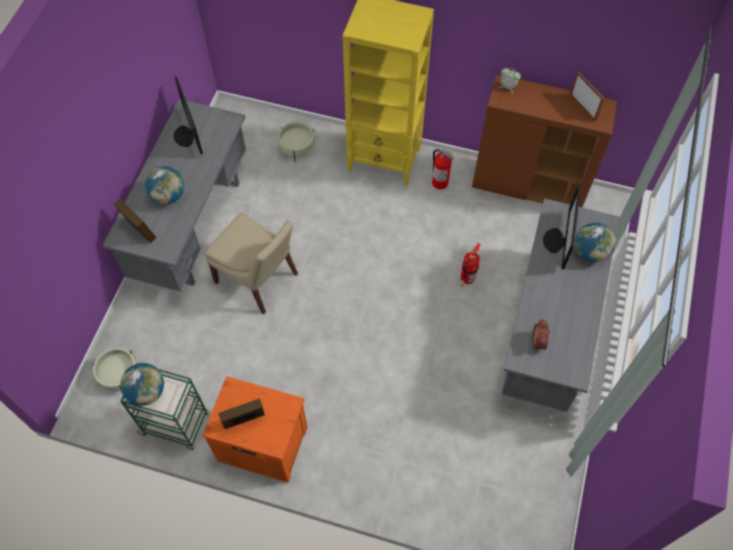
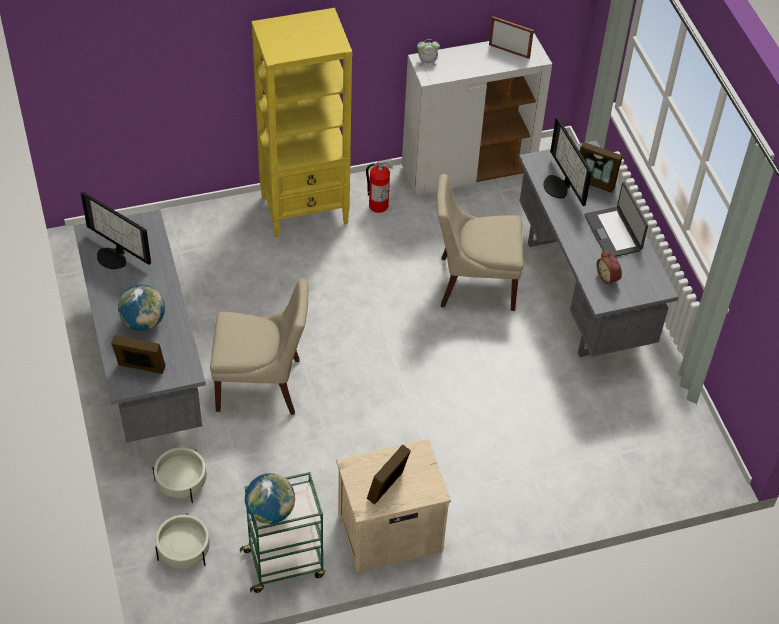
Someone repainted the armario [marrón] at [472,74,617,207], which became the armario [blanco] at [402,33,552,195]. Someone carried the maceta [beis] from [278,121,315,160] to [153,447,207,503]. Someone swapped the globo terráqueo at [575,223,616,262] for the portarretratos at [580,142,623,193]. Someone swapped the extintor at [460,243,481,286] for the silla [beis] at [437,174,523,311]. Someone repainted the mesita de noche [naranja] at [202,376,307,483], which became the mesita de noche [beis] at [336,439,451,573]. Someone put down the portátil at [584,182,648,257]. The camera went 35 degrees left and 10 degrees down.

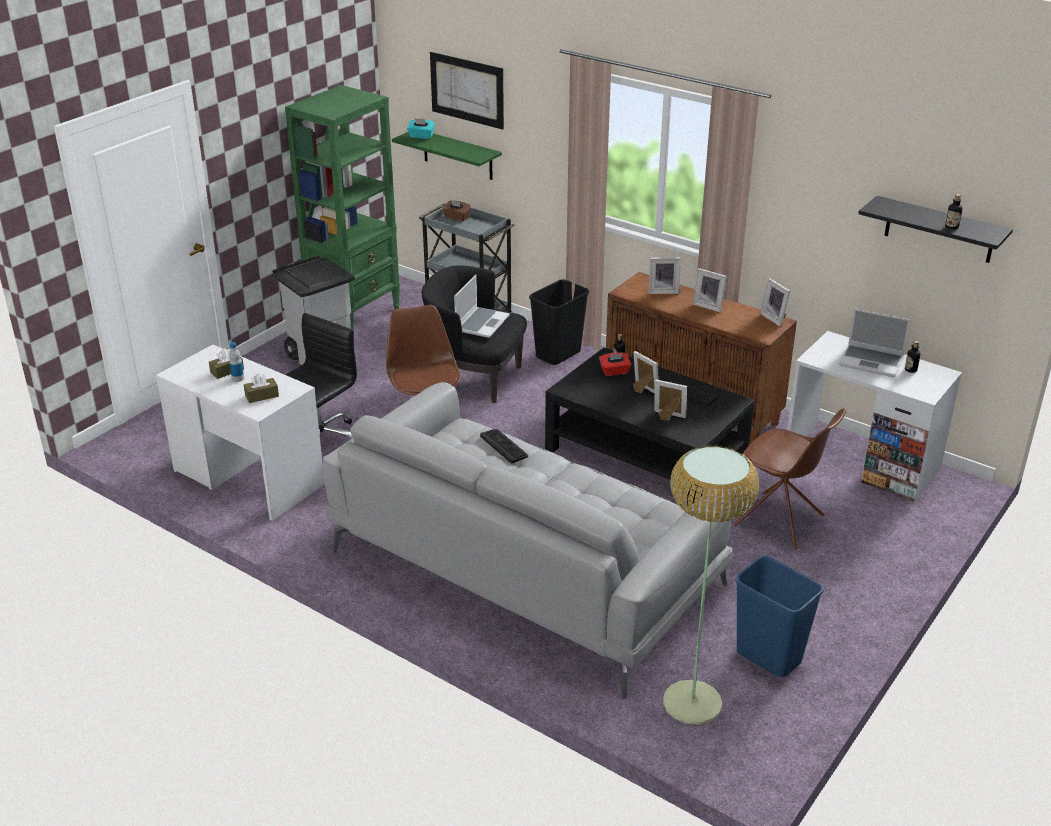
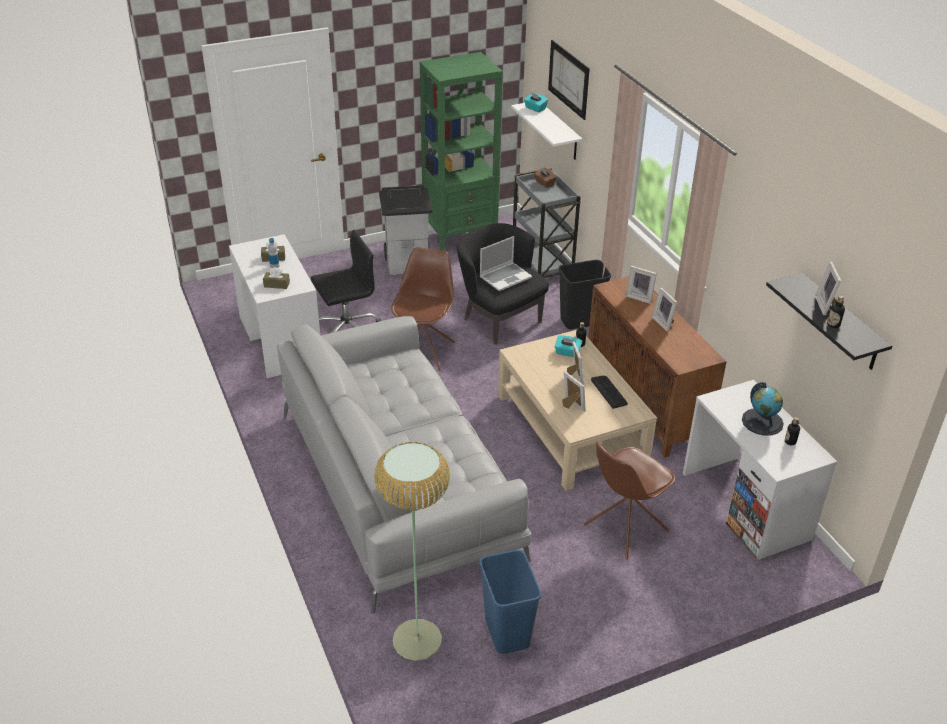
Someone repainted the estante [verde] at [392,132,502,180], which became the estante [blanco] at [511,103,582,160]. Someone carried the portarretratos from [760,278,790,327] to [815,262,841,316]. Someone swapped the portátil at [839,308,910,377] for the globo terráqueo at [742,382,784,435]. Someone repainted the mesa de centro [negro] at [545,348,755,506], which became the mesa de centro [beis] at [498,330,657,491]. Someone repainted the caja de pañuelos [rojo] at [599,352,631,376], which became the caja de pañuelos [turquesa] at [555,335,582,357]. Someone rotated the silla [marrón] at [734,408,846,550] by 75 degrees clockwise. Someone took away the teclado at [480,429,528,463]. The camera went 30 degrees right and 5 degrees up.

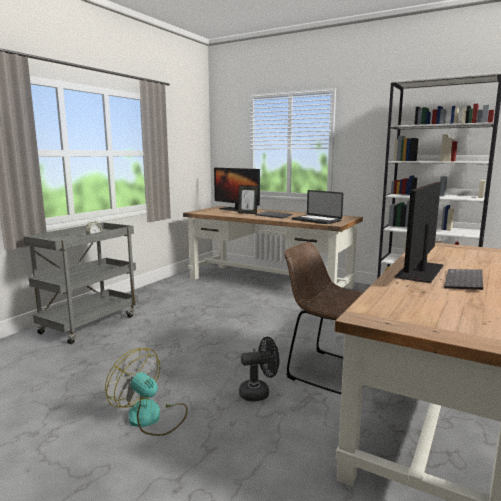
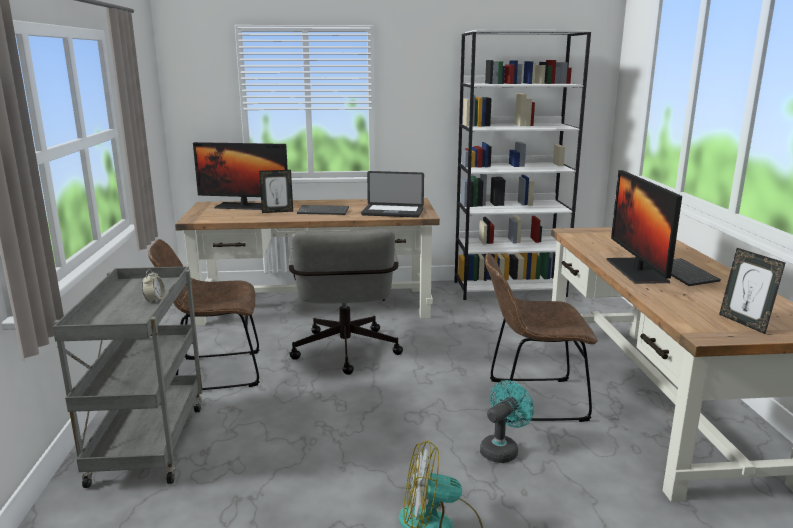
Someone repainted the ventilador [negro] at [239,337,279,402], which became the ventilador [turquesa] at [480,380,534,463]. Someone put down the silla de oficina [gris] at [289,229,403,375]. Someone put down the silla [marrón] at [149,239,260,390]. Someone put down the portarretratos at [719,248,786,334]. The camera went 35 degrees left and 5 degrees up.

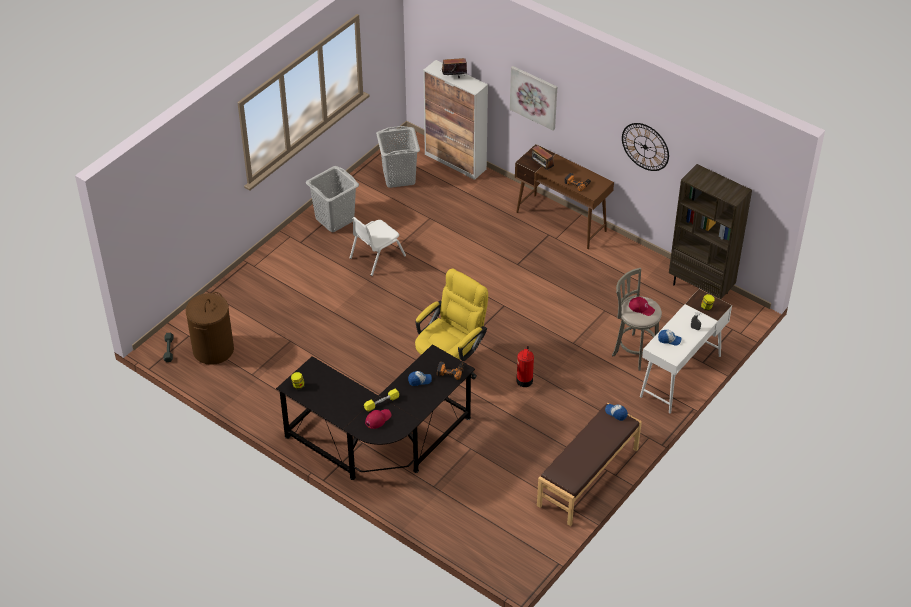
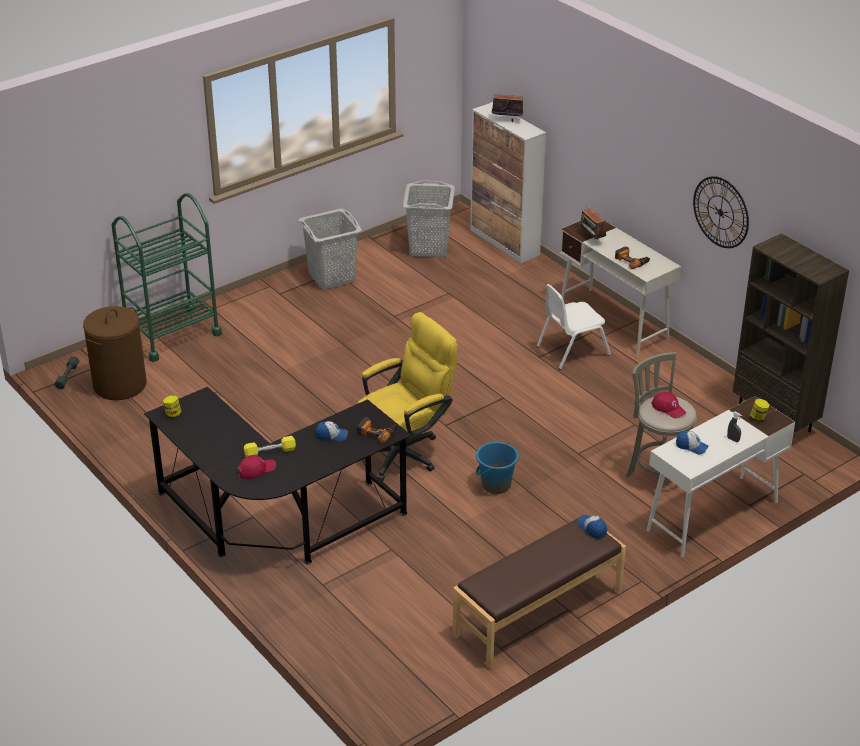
Someone took away the cuadro at [510,66,557,131]. Someone repainted the escritorio [marrón] at [515,144,614,249], which became the escritorio [blanco] at [559,221,681,355]. Someone carried the silla [blanco] from [350,217,406,276] to [537,284,611,370]. Someone swapped the extintor at [516,346,534,387] for the cubo [azul] at [475,442,519,494]. Someone put down the carrito [verde] at [111,193,222,362]. The camera went 15 degrees right and 10 degrees down.

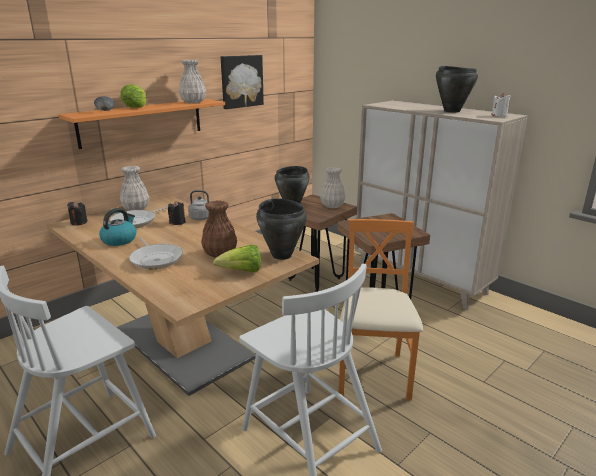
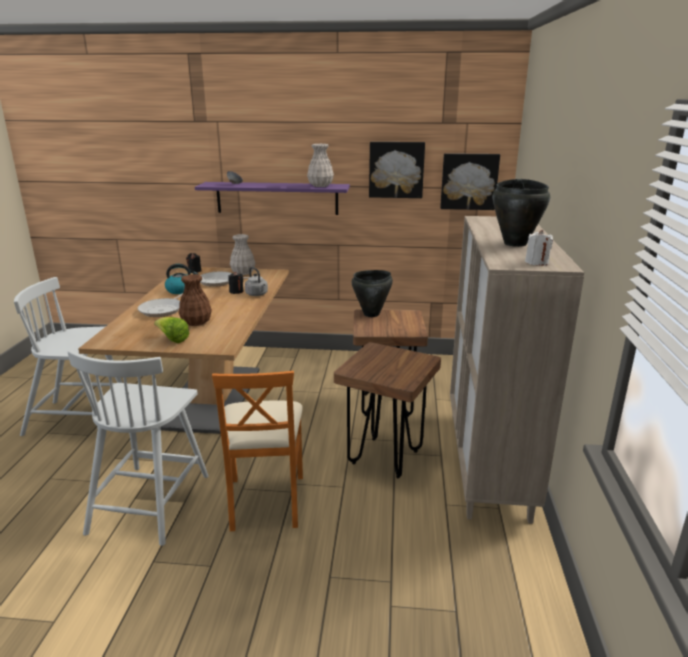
Someone took away the lechuga at [120,84,146,108]. Someone repainted the estante [naranja] at [58,99,225,149], which became the estante [morado] at [195,182,350,215]. Someone took away the florero [blanco] at [320,167,346,208]. Someone took away the olla [negro] at [256,198,307,260]. Someone rotated the silla [naranja] at [339,219,423,401] by 120 degrees clockwise. Someone put up the cuadro at [440,153,500,210]. The camera went 50 degrees right and 0 degrees up.

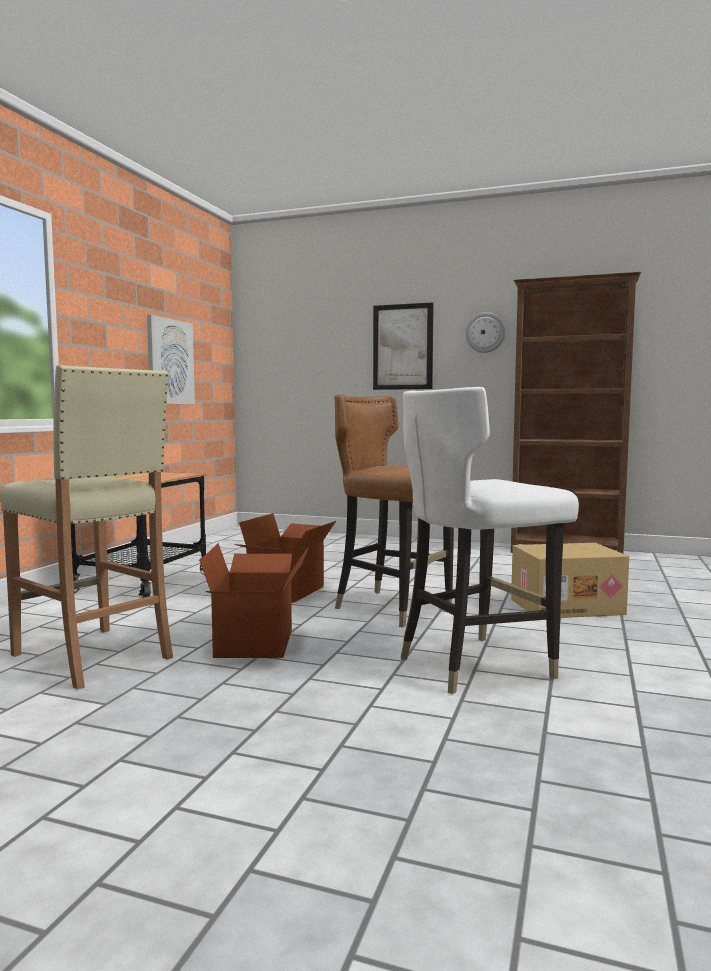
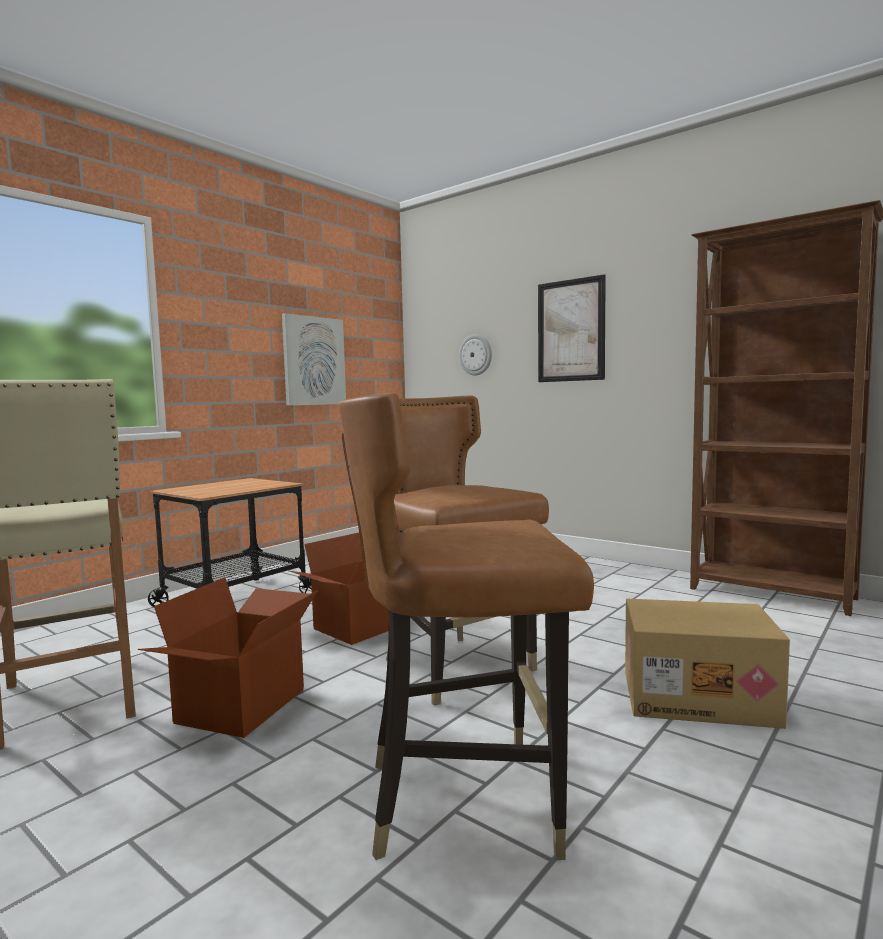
Someone carried the reloj de pared from [465,312,506,353] to [459,334,492,376]. Someone repainted the silla [blanco] at [400,387,579,694], which became the silla [marrón] at [338,393,594,860]. The camera went 20 degrees right and 0 degrees up.

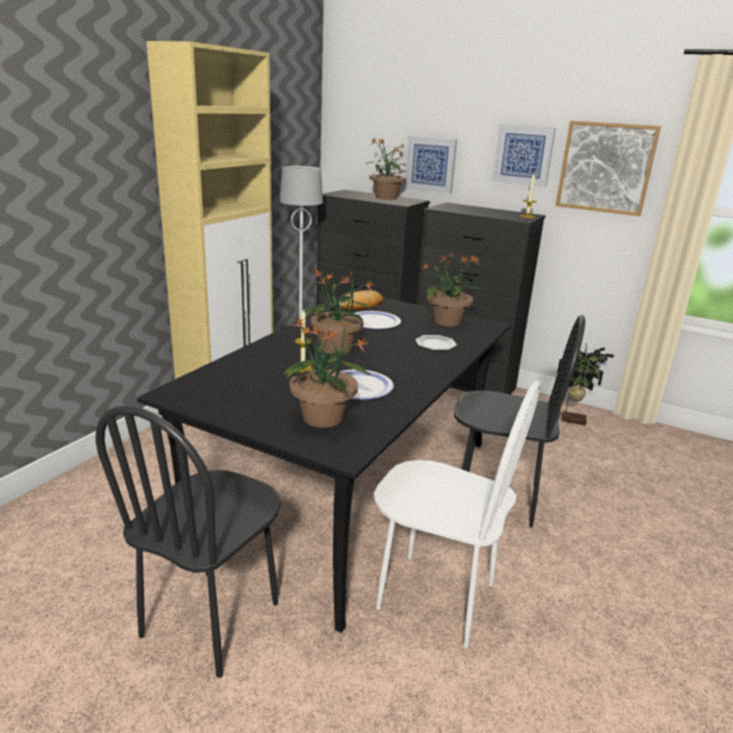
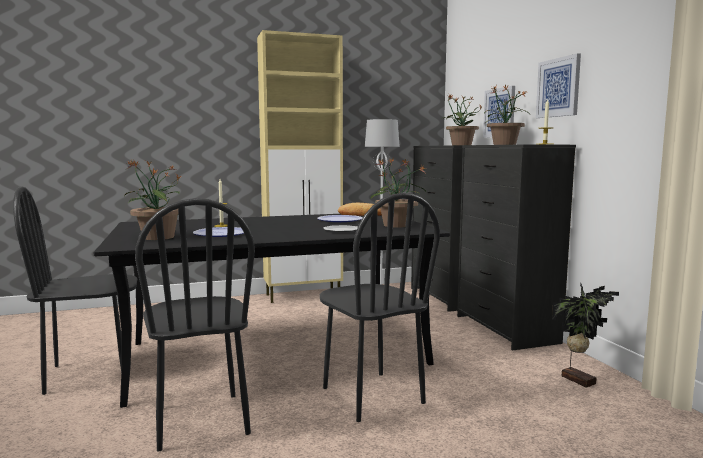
Someone took away the cuadro at [556,121,661,216]. Someone carried the planta en maceta from [306,269,374,354] to [484,84,530,145]. Someone repainted the silla [blanco] at [374,381,541,648], which became the silla [negro] at [135,198,255,451]. The camera went 45 degrees right and 15 degrees down.

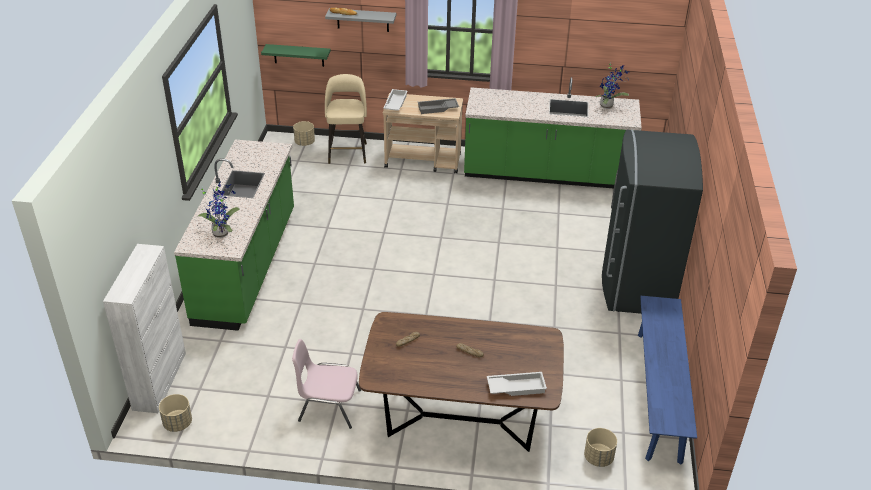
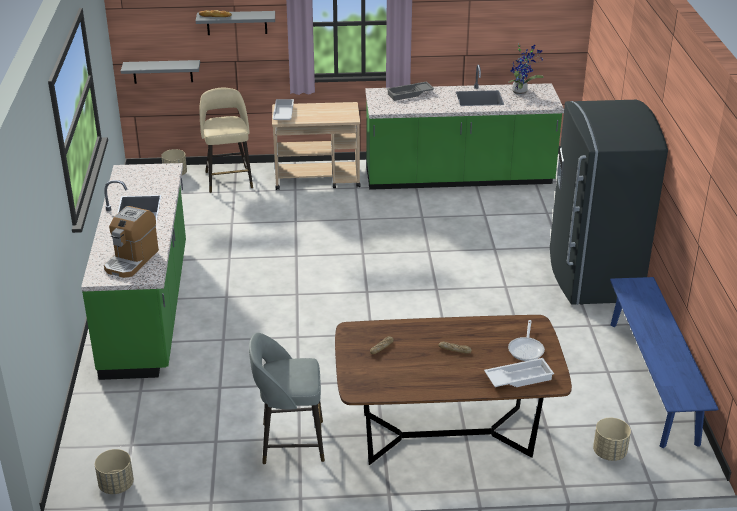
Someone repainted the estante [verde] at [261,44,331,67], which became the estante [gris] at [121,60,200,84]. Someone carried the bandeja [gris] from [418,98,459,114] to [387,81,434,101]. Someone swapped the planta en maceta at [198,181,240,238] for the cafetera at [104,206,159,278]. Someone took away the armario [blanco] at [103,244,186,413]. Someone swapped the silla [rosa] at [292,339,361,429] for the taburete [gris] at [249,333,325,464]. Someone put down the sartén at [508,320,545,361]. The camera went 10 degrees left and 5 degrees down.

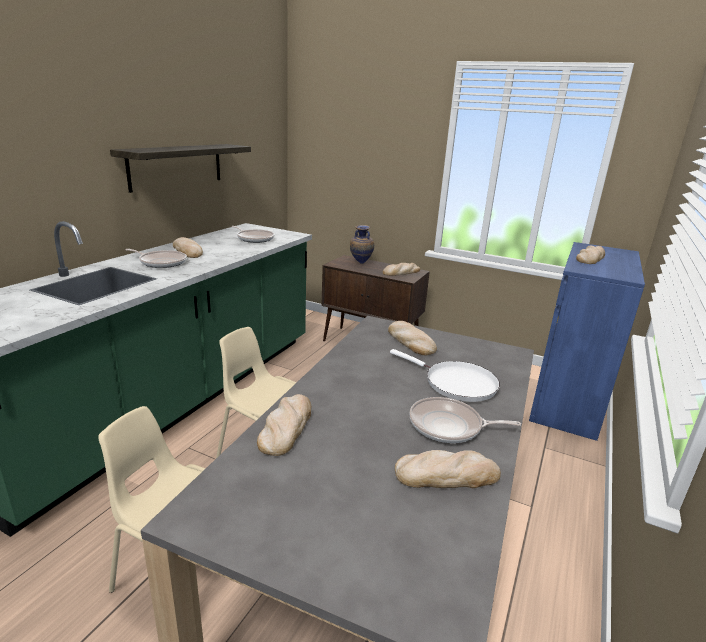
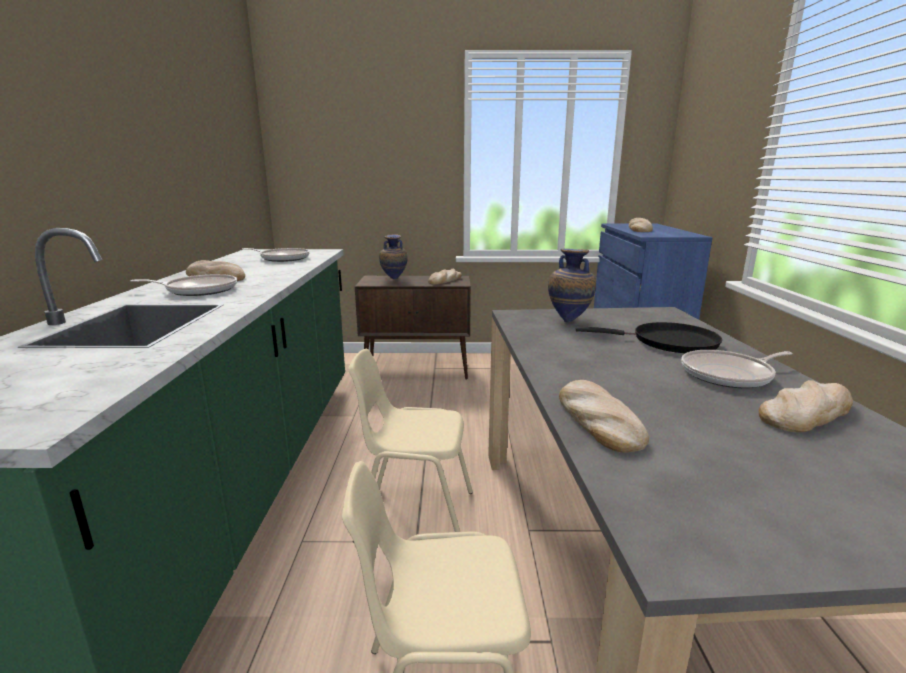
Someone took away the estante at [110,144,251,193]. Someone swapped the pan at [388,321,437,356] for the florero at [548,249,596,323]. Someone repainted the sartén [blanco] at [390,349,500,402], which became the sartén [negro] at [576,322,722,353]. The camera went 25 degrees left and 5 degrees down.

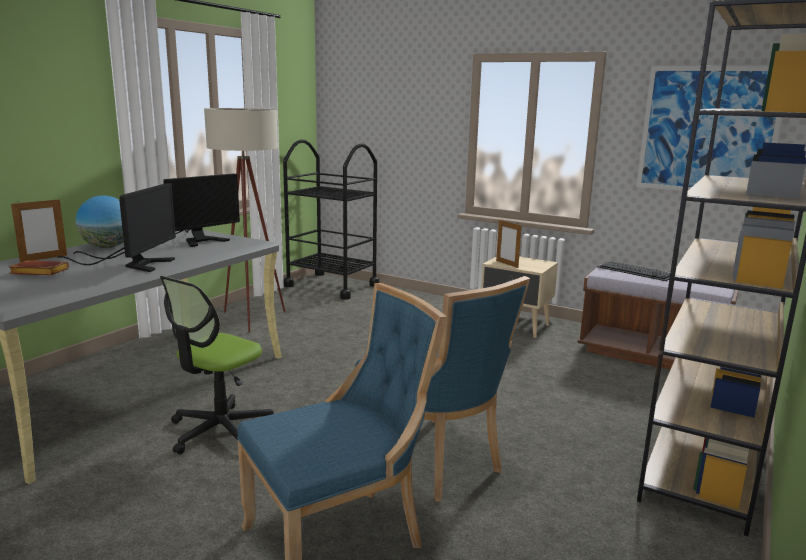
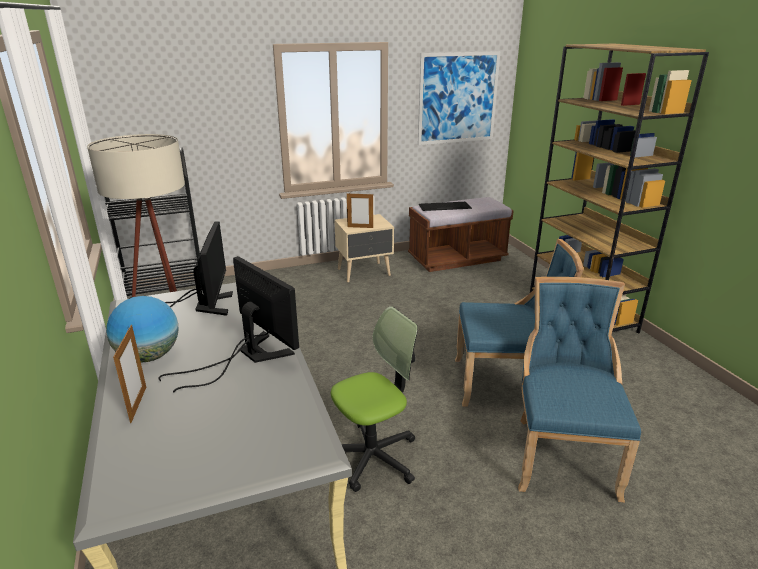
Someone took away the libro [marrón] at [9,260,69,275]. Someone rotated the silla de oficina at [160,276,274,454] by 105 degrees counterclockwise. The camera went 50 degrees left and 10 degrees up.

